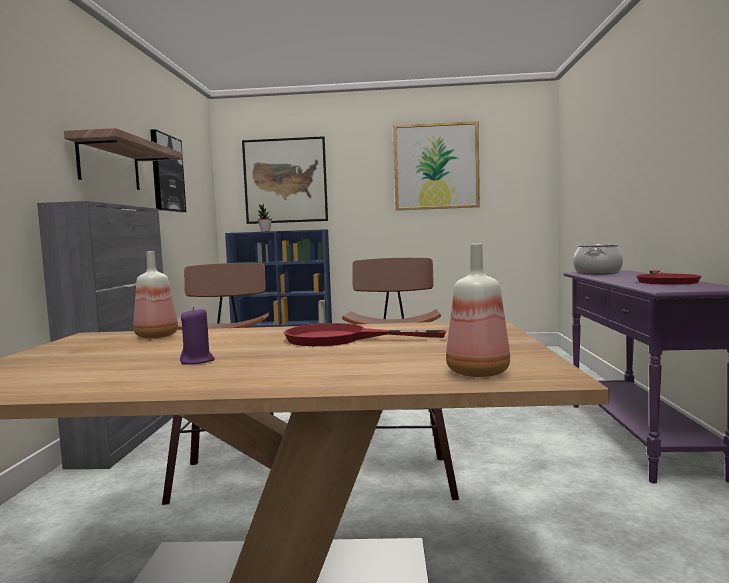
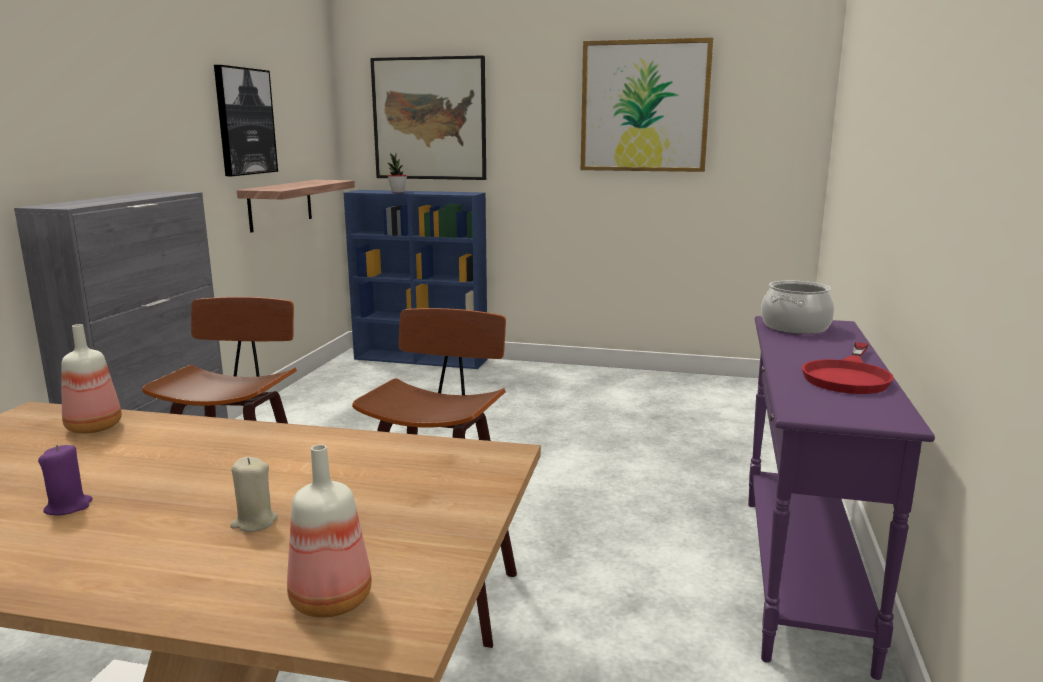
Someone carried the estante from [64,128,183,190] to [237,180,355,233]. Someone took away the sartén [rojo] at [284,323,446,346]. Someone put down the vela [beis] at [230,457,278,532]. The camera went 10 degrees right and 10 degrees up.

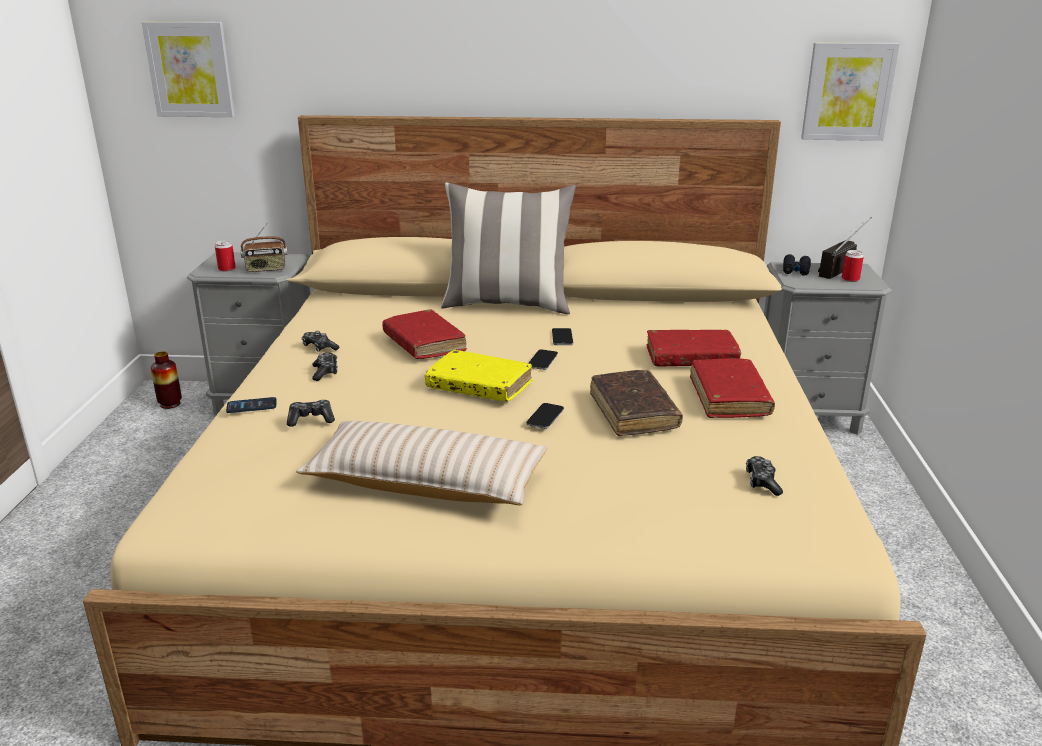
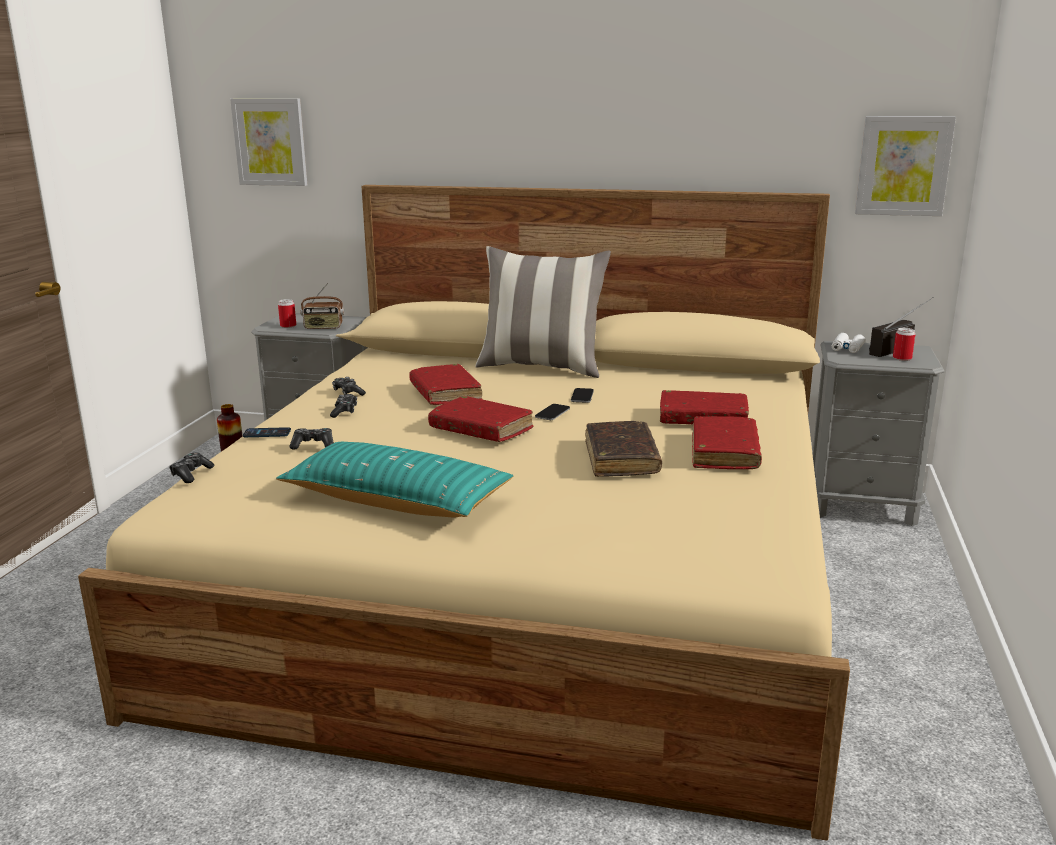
Someone repainted the prismáticos [negro] at [783,254,811,276], which became the prismáticos [blanco] at [832,333,865,353]. Someone repainted the libro [amarillo] at [425,350,533,402], which became the libro [rojo] at [428,396,533,442]. Someone took away the móvil at [526,403,564,429]. Someone repainted the cojín [beis] at [296,421,547,505], which became the cojín [turquesa] at [276,442,513,517]. Someone carried the mando de consola from [746,456,783,496] to [169,453,215,483]. The camera went 10 degrees right and 5 degrees down.

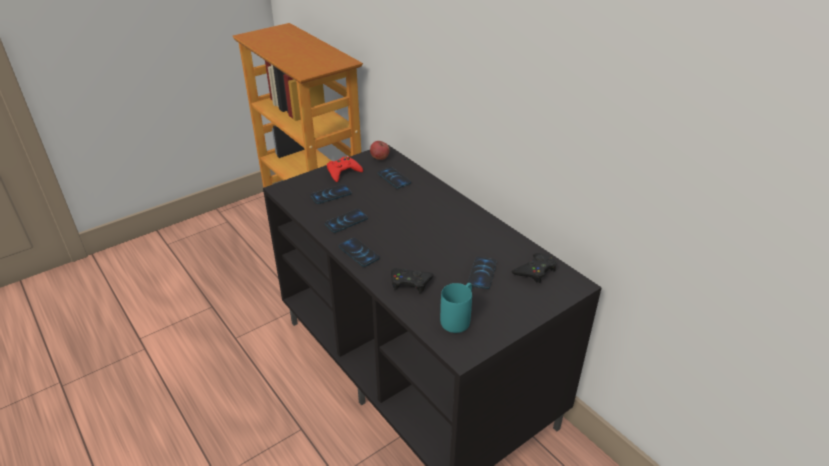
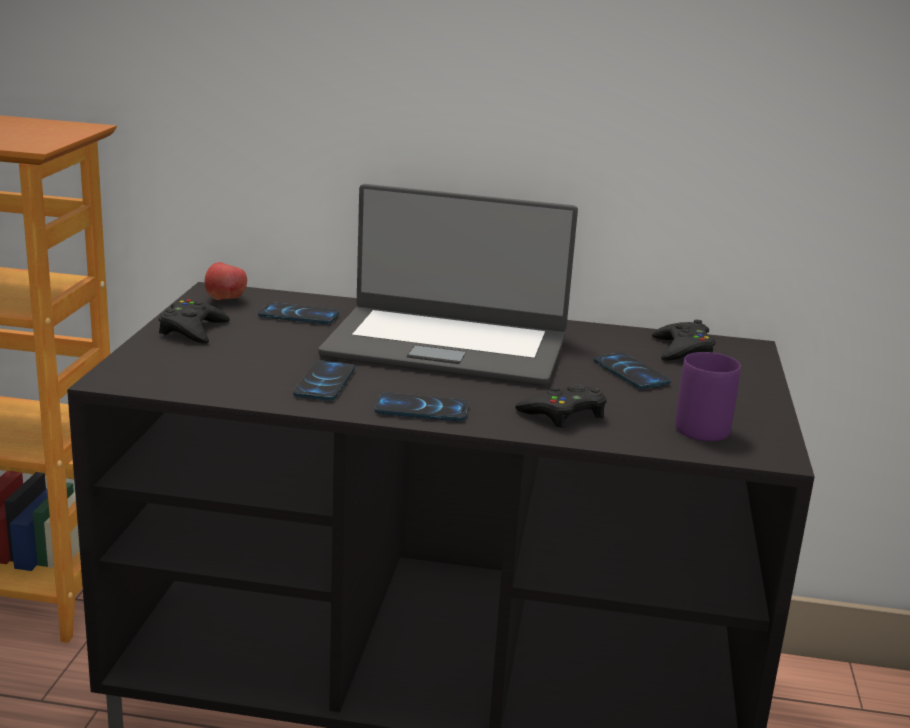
Someone repainted the mando de consola [rojo] at [327,157,363,182], which became the mando de consola [negro] at [159,299,230,344]. Someone took away the móvil at [310,184,352,204]. Someone repainted the taza grande [turquesa] at [440,283,472,333], which became the taza grande [morado] at [675,352,741,441]. Someone put down the portátil at [318,184,578,386]. The camera went 45 degrees left and 15 degrees down.

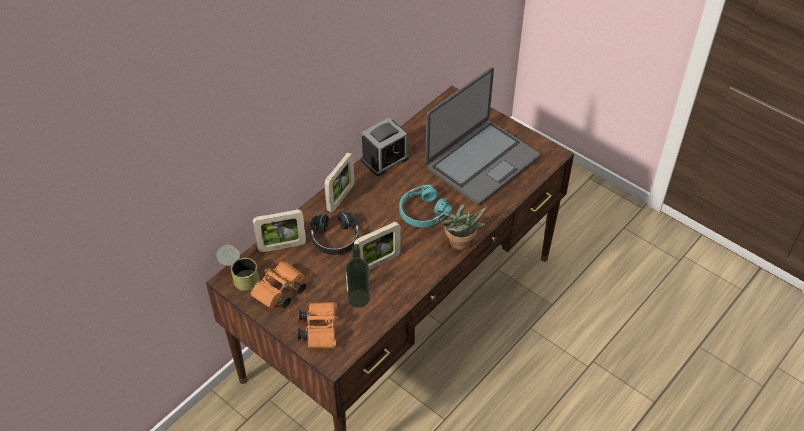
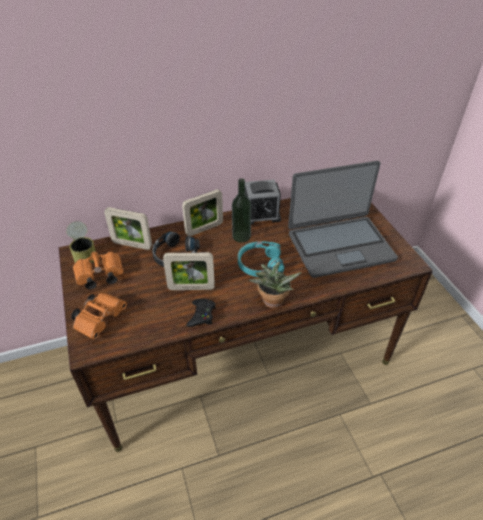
Someone carried the botella from [345,244,370,308] to [232,178,251,243]. Someone put down the mando de consola [negro] at [186,299,216,327]. The camera went 30 degrees right and 5 degrees down.

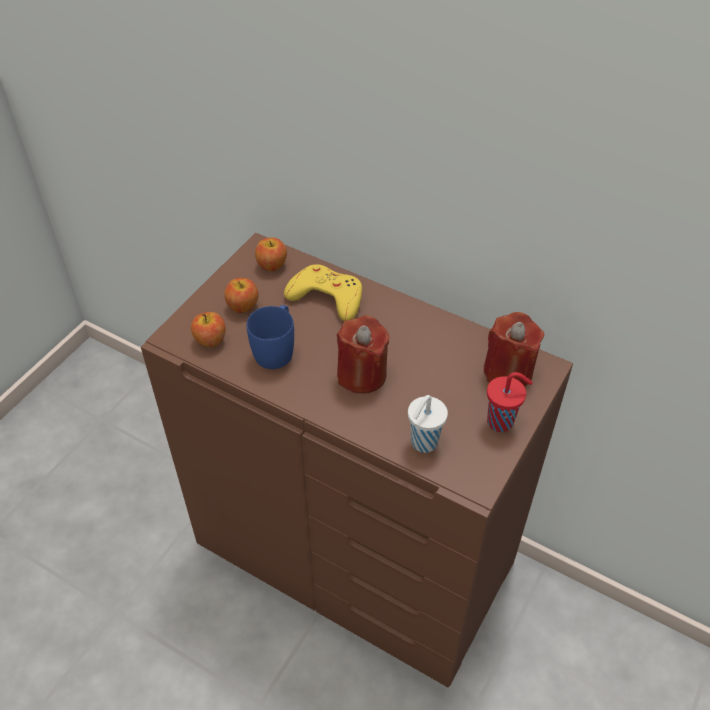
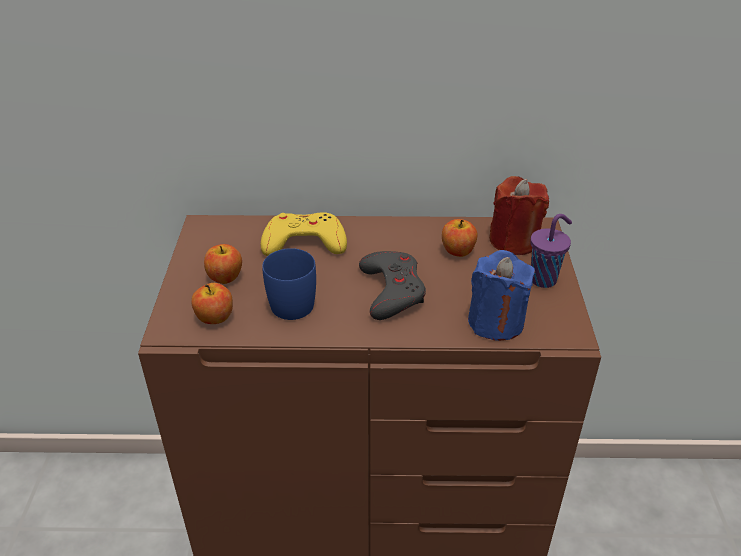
Someone carried the manzana from [255,237,287,271] to [442,219,477,257]. Someone swapped the vela [rojo] at [337,315,390,394] for the mando de consola [gris] at [359,251,426,320]. Someone repainted the taza [rojo] at [487,372,533,432], which became the taza [morado] at [530,214,572,288]. Someone swapped the taza [blanco] at [408,395,448,453] for the vela [azul] at [468,250,535,341]. The camera went 30 degrees left and 10 degrees down.

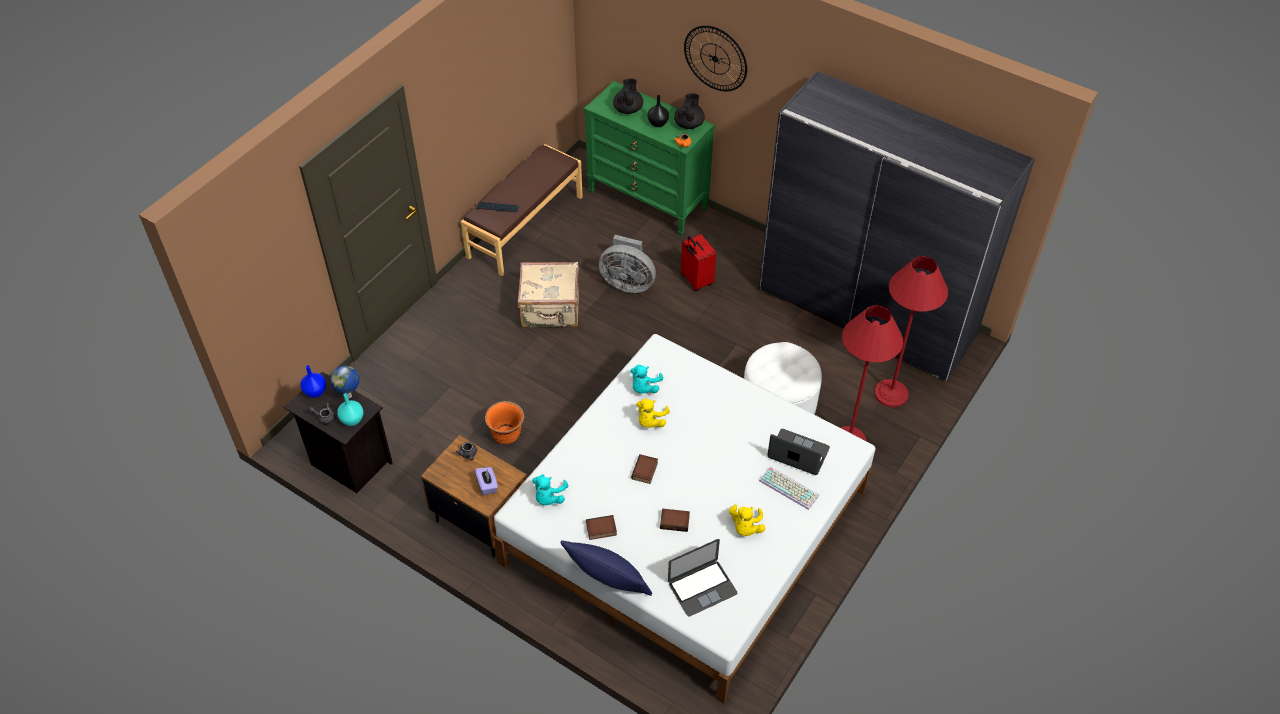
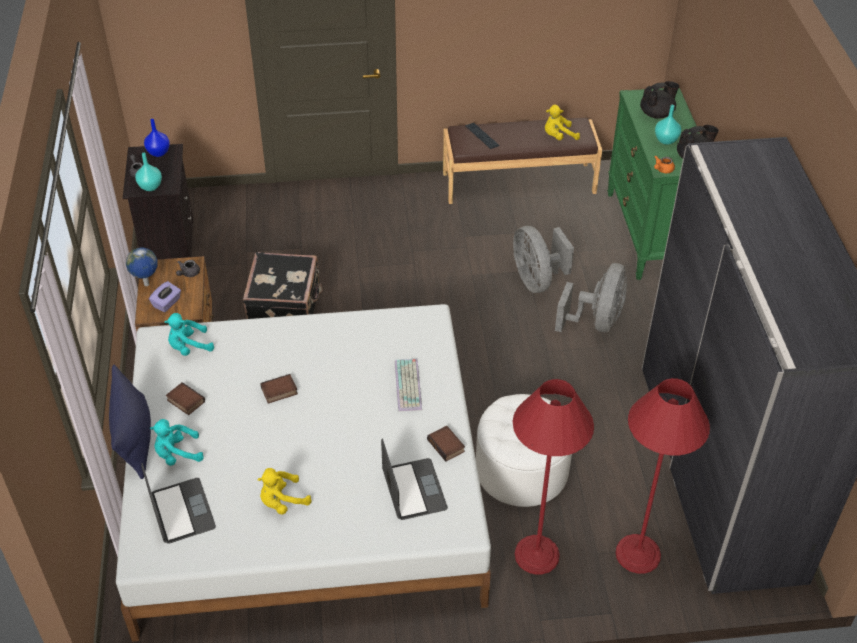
Someone took away the reloj de pared at [684,25,747,91]. Someone repainted the florero [negro] at [647,95,669,127], which became the florero [turquesa] at [655,105,681,145]. Someone swapped the maleta [rojo] at [681,234,716,291] for the ventilador [gris] at [555,263,627,332]. Someone took away the maleta [beis] at [518,262,579,328]. Someone carried the globo terráqueo from [330,365,360,398] to [126,247,158,286]. Someone carried the peluche [turquesa] from [630,365,663,394] to [150,419,204,466]. Someone carried the peluche [amarillo] from [636,399,670,428] to [545,105,580,140]. Someone swapped the maceta [naranja] at [485,401,524,444] for the maleta [negro] at [243,252,323,319]. Someone carried the teclado from [759,467,819,510] to [395,359,422,411]. Someone carried the libro from [660,509,690,532] to [427,426,465,462]. Someone rotated the portátil at [668,539,737,617] by 135 degrees counterclockwise. The camera went 50 degrees right and 5 degrees down.

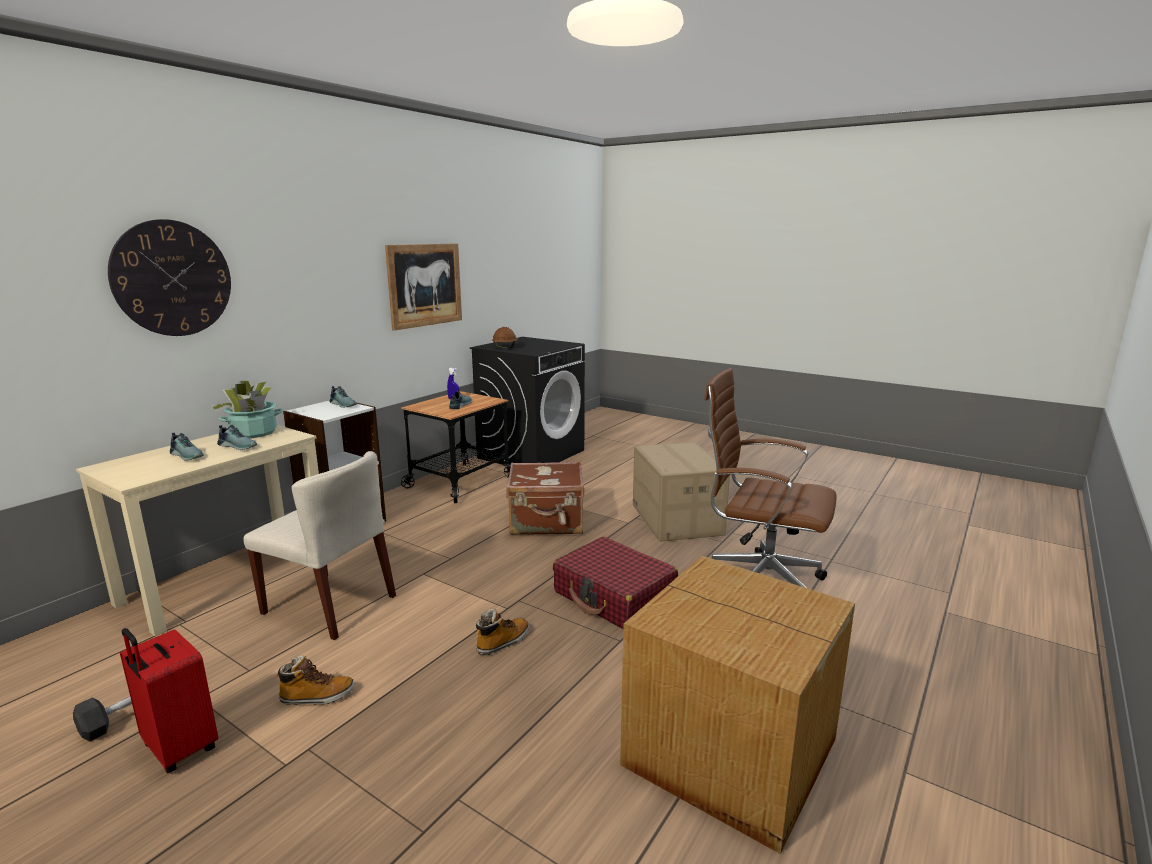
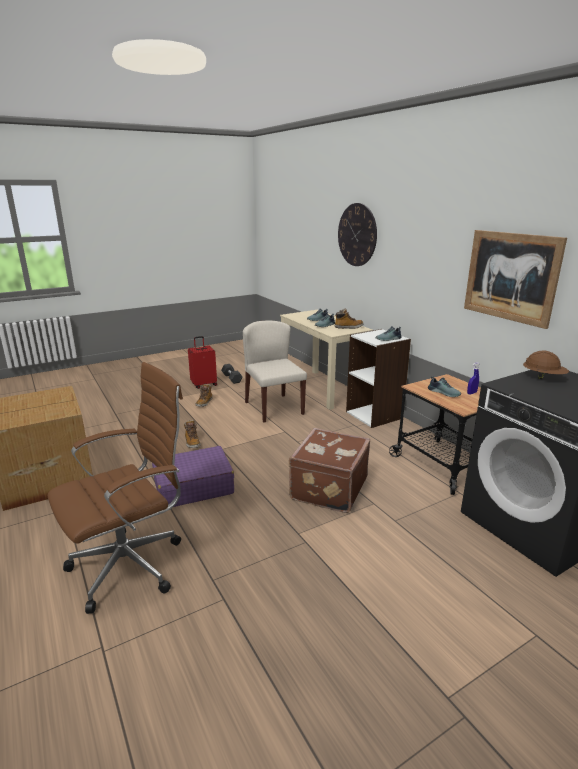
Someone swapped the planta en maceta at [211,381,283,438] for the bota at [335,308,364,329]. Someone took away the caja de cartón at [633,442,730,542]. Someone rotated the silla [beis] at [243,451,396,640] by 105 degrees clockwise. Someone repainted the maleta [rojo] at [553,537,678,629], which became the maleta [morado] at [152,446,234,507]. The camera went 115 degrees right and 5 degrees up.

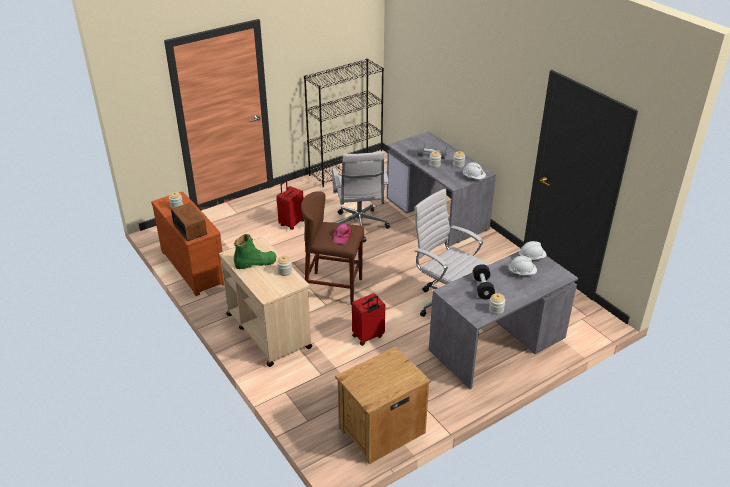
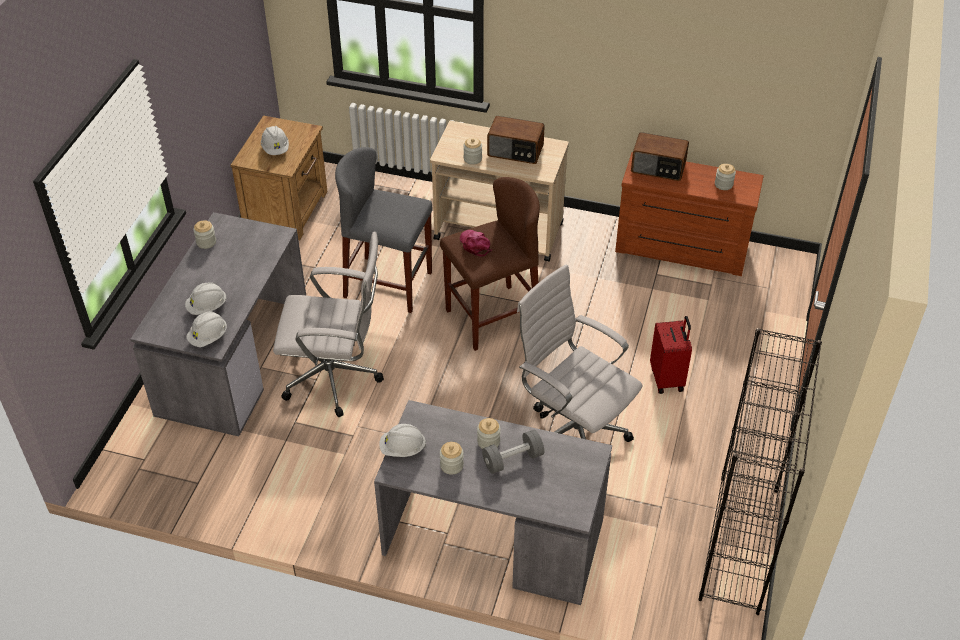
Someone swapped the bota [verde] at [234,234,276,269] for the radio at [487,116,545,164]. Someone took away the mancuerna [negro] at [473,264,495,299]. Someone swapped the maleta [rojo] at [352,293,385,346] for the taburete [gris] at [335,147,433,313]. Someone put down the casco [blanco] at [261,126,289,155]. The camera went 140 degrees right and 10 degrees up.

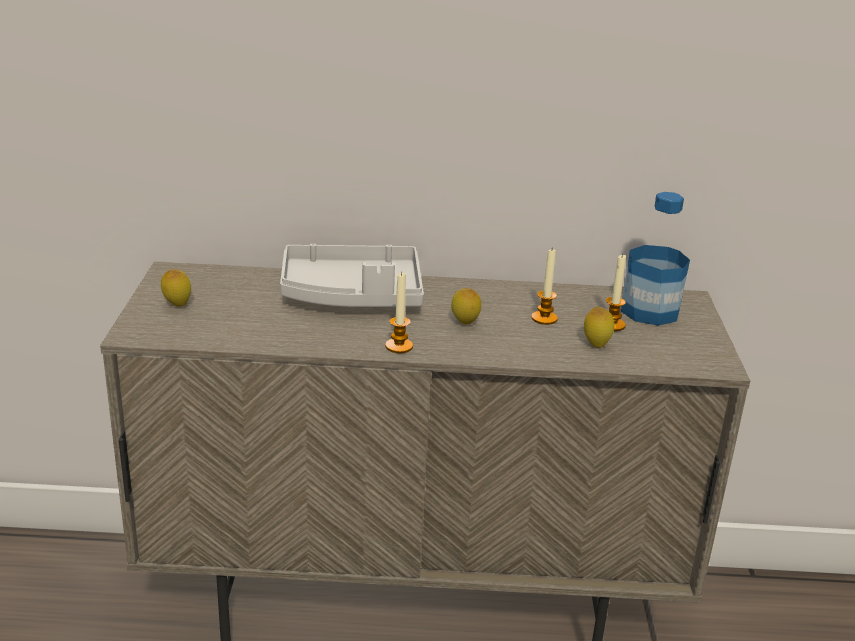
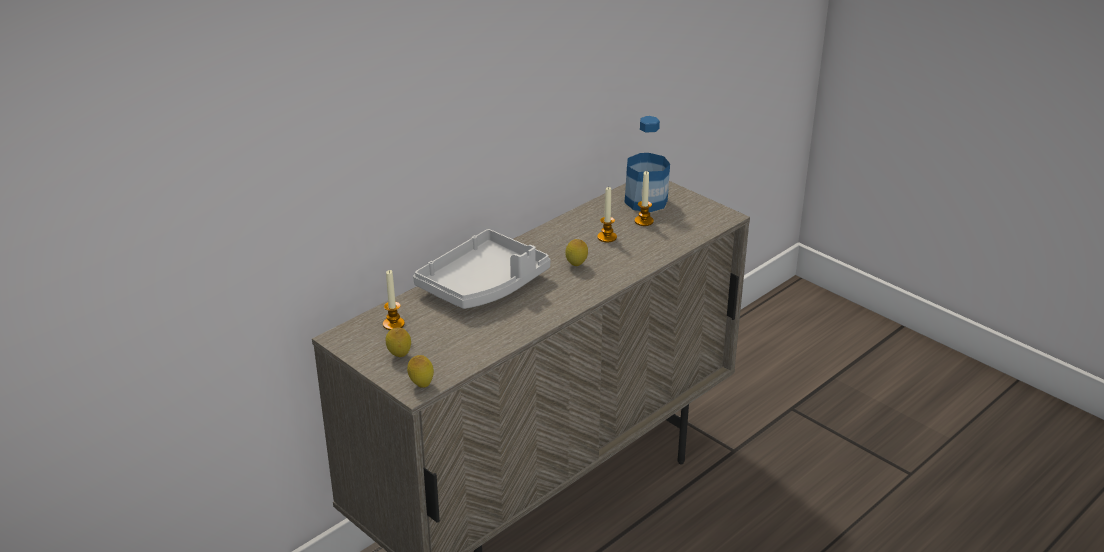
Someone carried the vela from [385,272,413,353] to [383,270,405,330]. Someone carried the limón from [584,307,614,348] to [407,355,434,388]. The camera went 45 degrees left and 5 degrees up.

